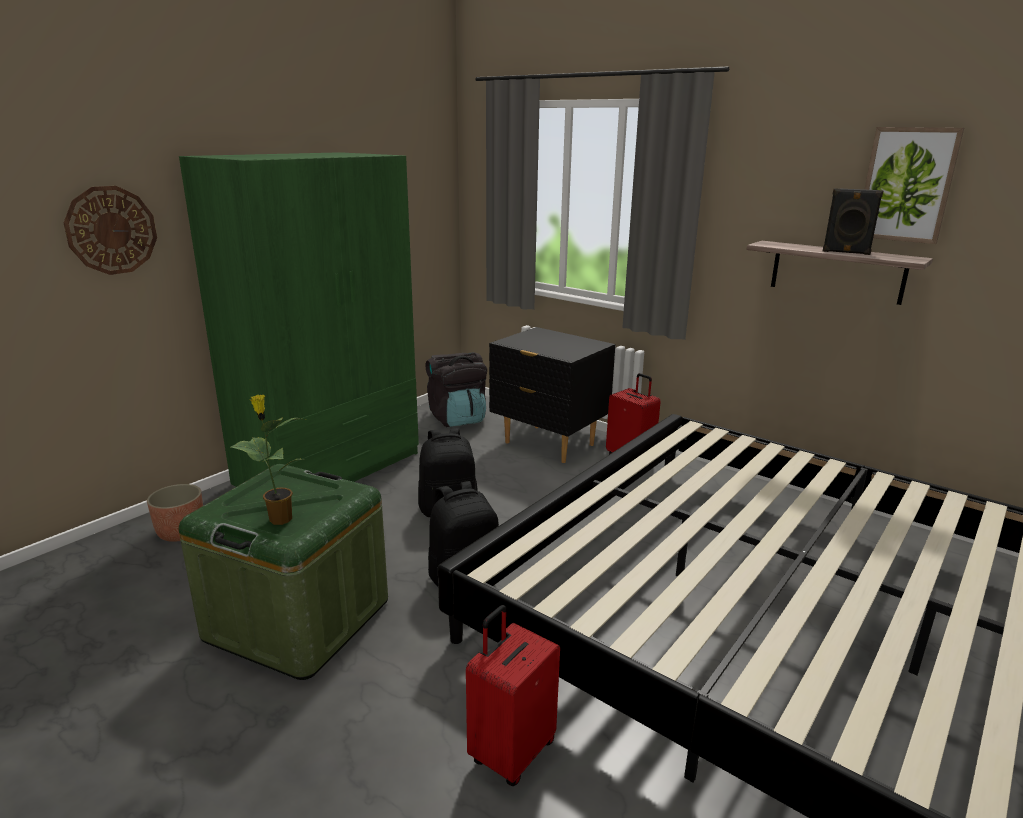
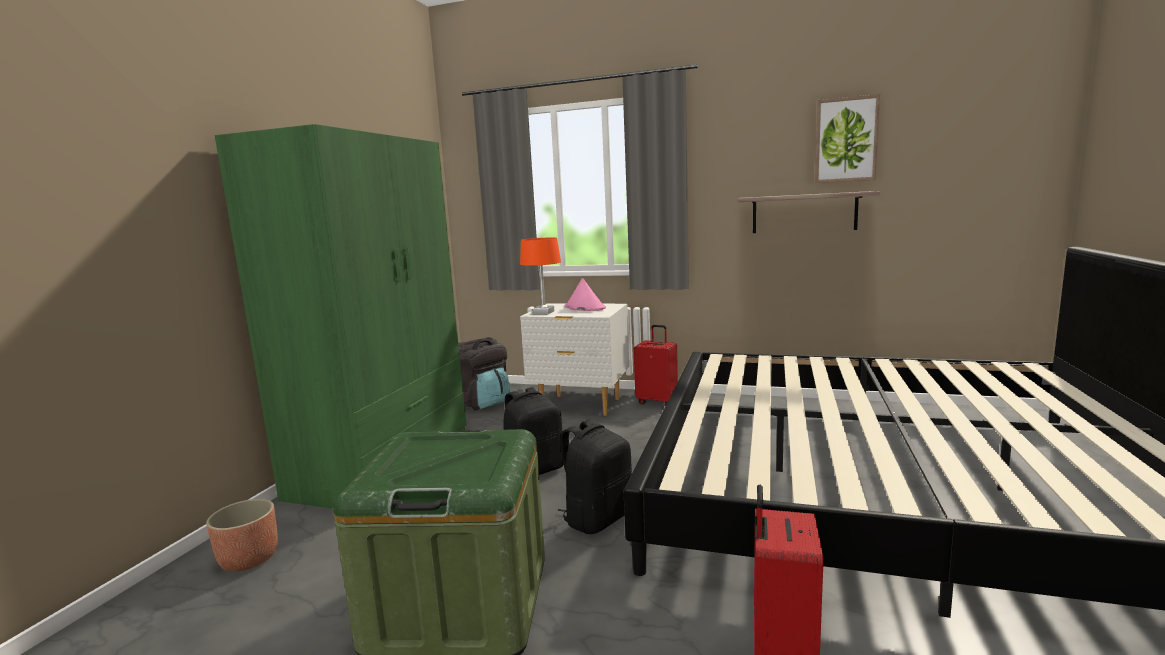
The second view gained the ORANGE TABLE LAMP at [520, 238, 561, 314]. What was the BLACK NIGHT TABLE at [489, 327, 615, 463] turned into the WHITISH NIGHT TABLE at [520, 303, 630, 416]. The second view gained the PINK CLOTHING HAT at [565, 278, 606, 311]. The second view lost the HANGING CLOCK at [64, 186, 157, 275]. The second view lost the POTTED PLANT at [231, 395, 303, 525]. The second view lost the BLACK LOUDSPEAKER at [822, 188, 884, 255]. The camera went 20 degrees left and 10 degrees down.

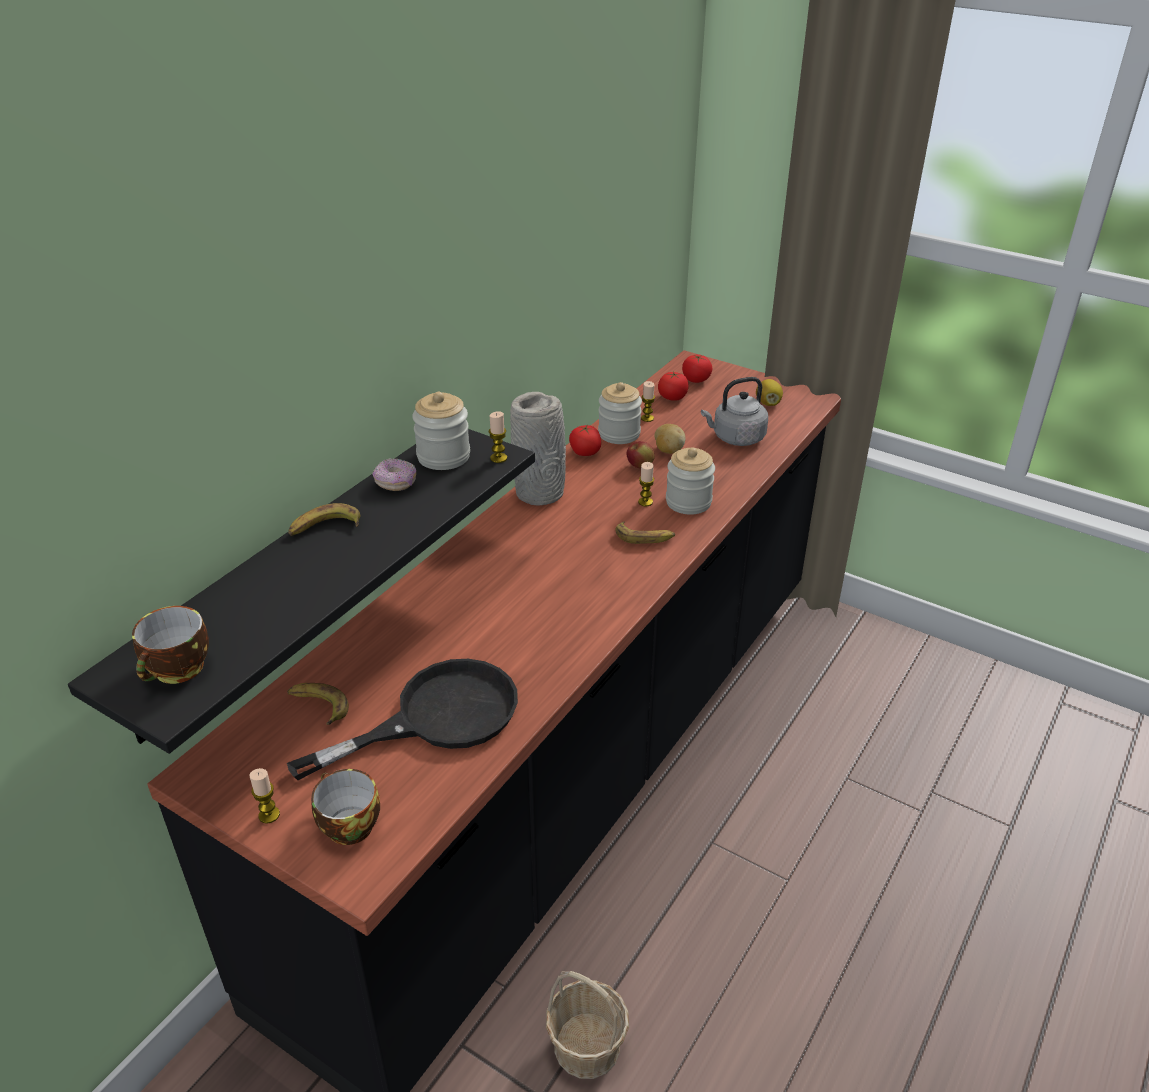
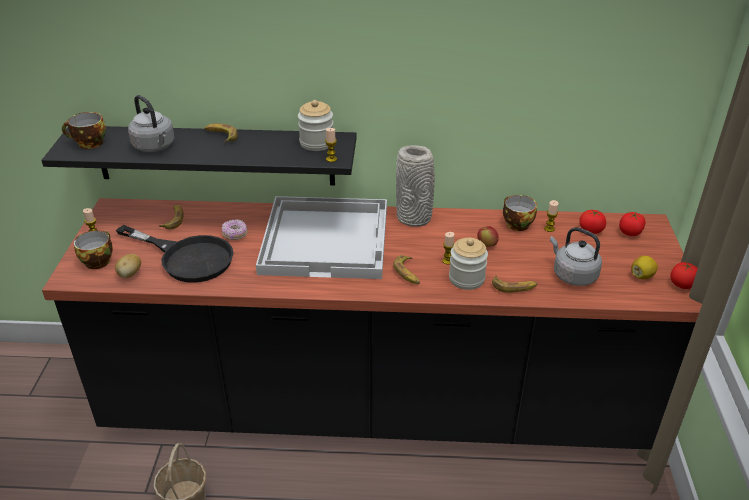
The WHOLE POTATO ended up elsewhere, having gone from [654, 424, 686, 454] to [115, 254, 141, 278]. The second view gained the GRAY TEA KETTLE at [128, 95, 175, 152]. The DONUT ended up elsewhere, having gone from [373, 458, 416, 491] to [222, 219, 248, 240]. The second view gained the WHITISH SERVING TRAY at [256, 196, 387, 279]. The second view gained the BANANA at [492, 275, 538, 293]. Where the STORAGE JAR stood at [598, 382, 642, 444], the CUP came to stand at [503, 195, 537, 231]. The FRESH TOMATO ended up elsewhere, having gone from [569, 425, 601, 456] to [670, 262, 698, 289]. The camera went 60 degrees right and 0 degrees up.

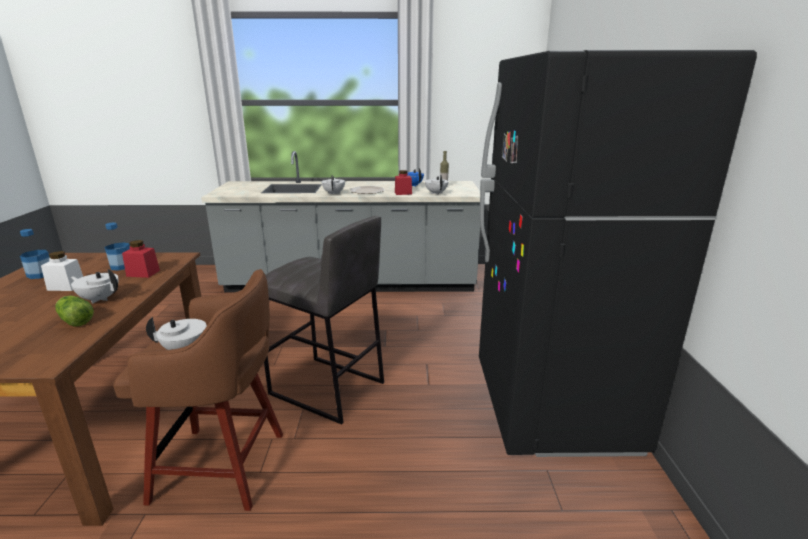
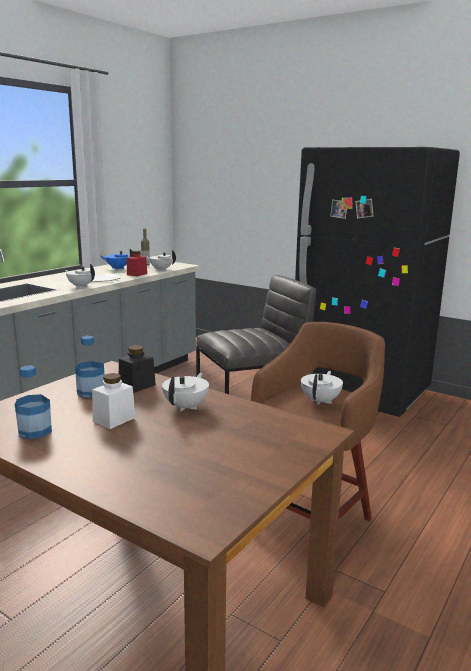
What was the RED-COLOURED STORAGE JAR at [122, 240, 160, 278] turned into the BLACK STORAGE JAR at [119, 345, 156, 393]. The WHITISH POT FOR TEA at [71, 269, 119, 303] ended up facing another way, 150 degrees clockwise from before. The second view lost the LETTUCE HEAD at [55, 295, 94, 326]. The camera went 55 degrees left and 5 degrees down.

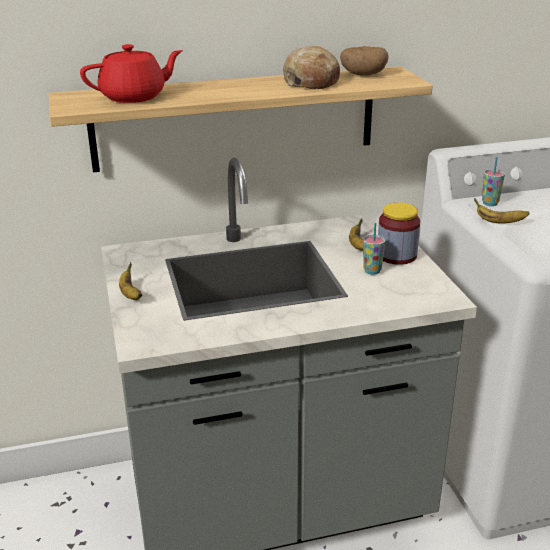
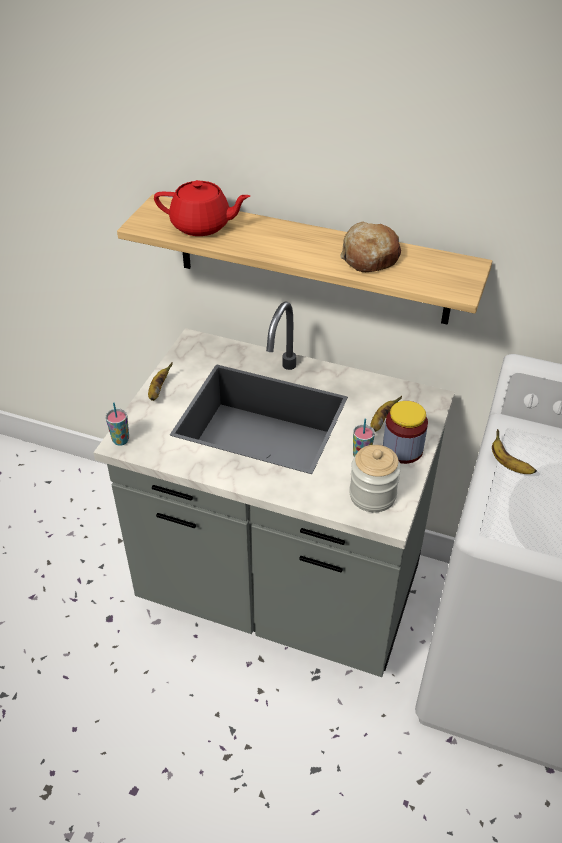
The CUP ended up elsewhere, having gone from [482, 157, 505, 206] to [105, 403, 129, 446]. The second view gained the STORAGE JAR at [349, 445, 401, 512]. The second view lost the WHOLE POTATO at [340, 46, 389, 76]. The camera went 35 degrees right and 15 degrees up.

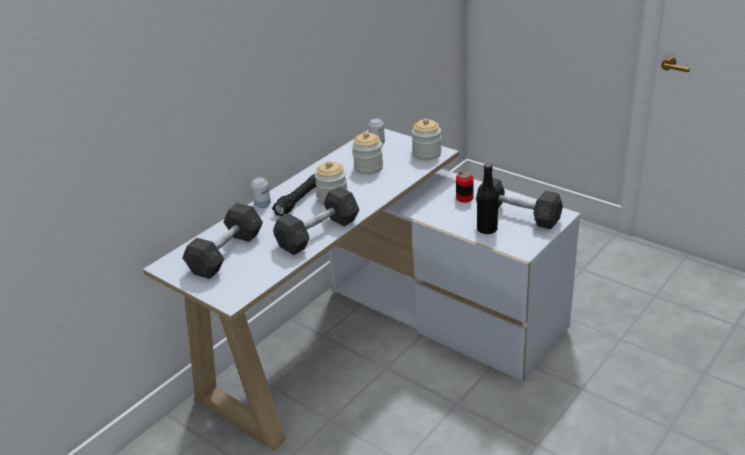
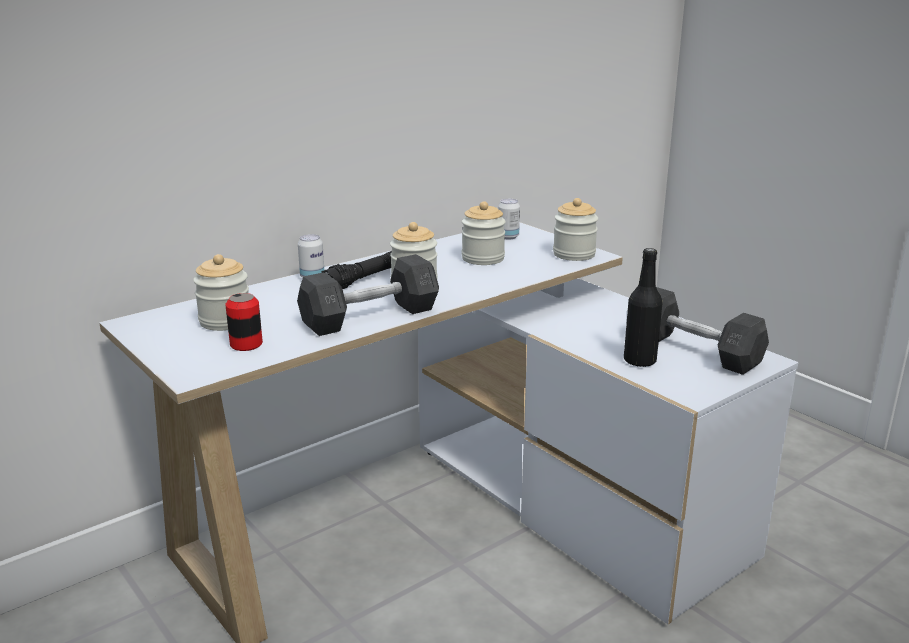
Where the GRAY HAND WEIGHT stood at [182, 203, 263, 279], the STORAGE JAR came to stand at [193, 254, 249, 331]. The METAL CAN ended up elsewhere, having gone from [456, 171, 474, 203] to [225, 293, 263, 351]. The camera went 10 degrees right and 10 degrees down.

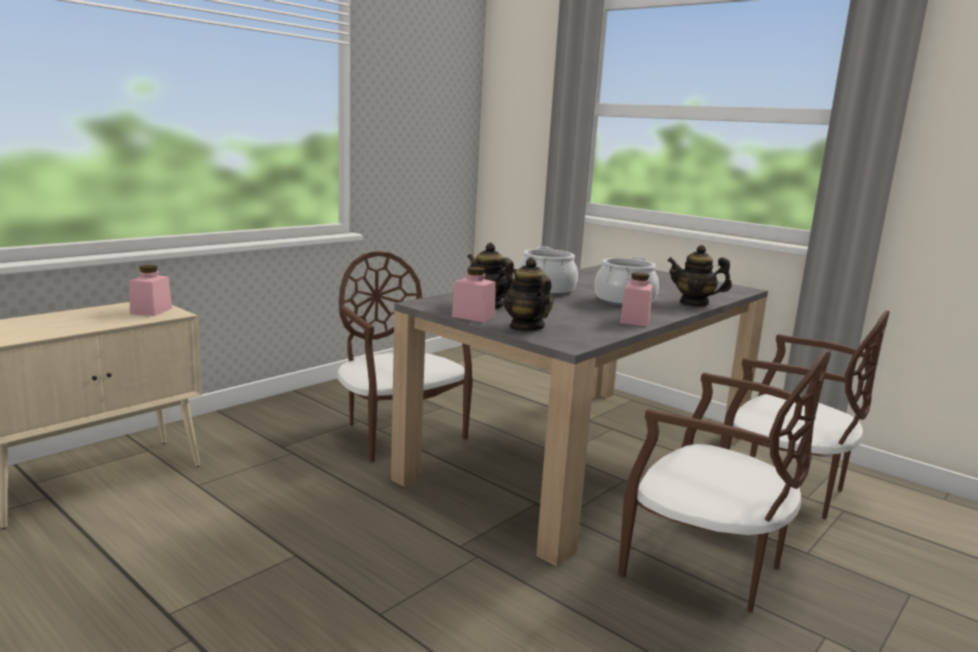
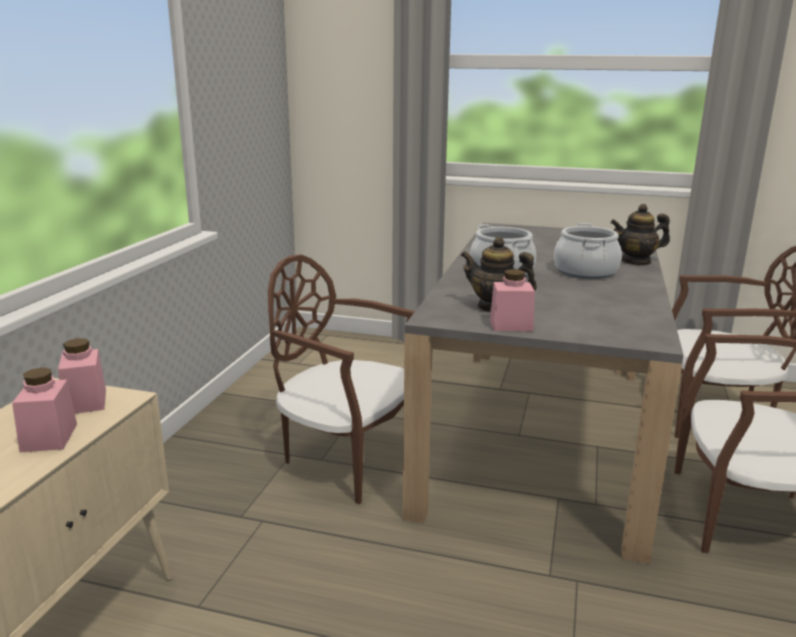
The PINK STORAGE JAR ended up elsewhere, having gone from [620, 272, 653, 327] to [12, 368, 77, 453]. The second view lost the POT FOR TEA at [503, 257, 554, 331]. The camera went 25 degrees left and 5 degrees up.

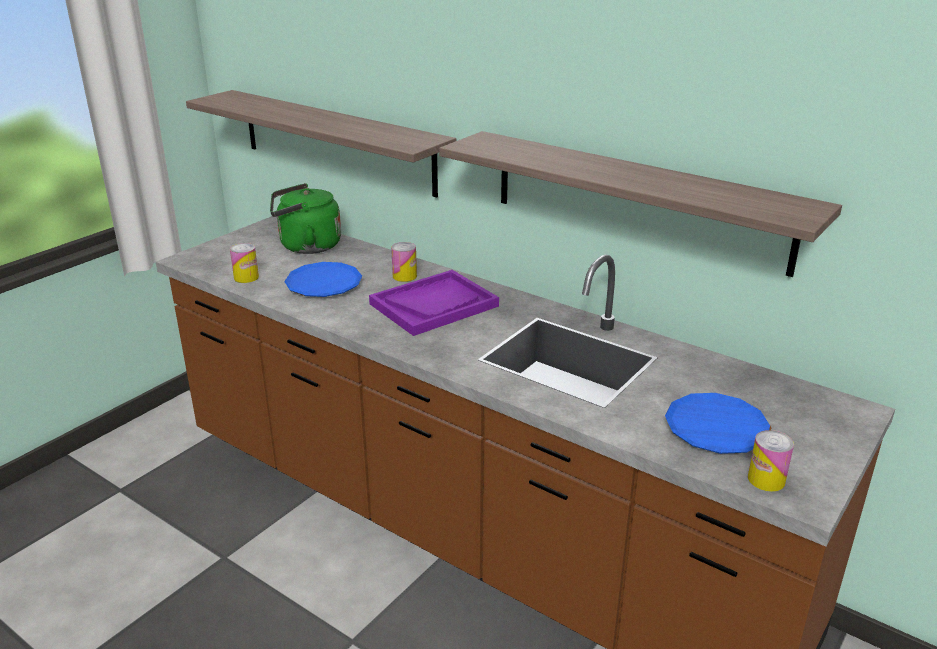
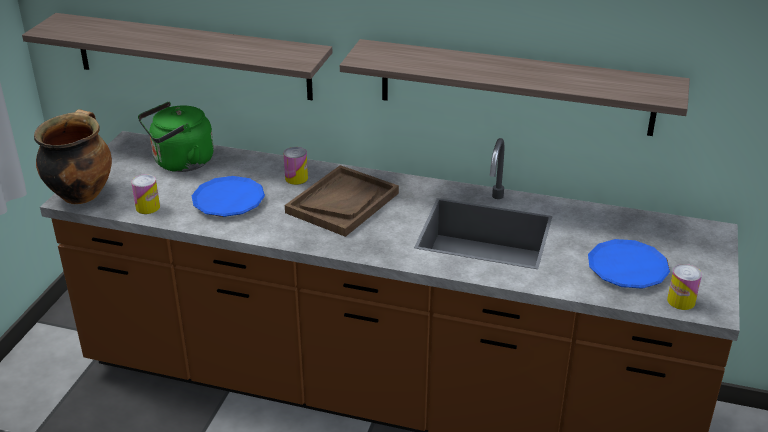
The second view gained the STOCKPOT at [34, 110, 112, 204]. What was the PURPLISH SERVING TRAY at [369, 270, 499, 336] turned into the BROWNISH SERVING TRAY at [285, 165, 399, 237]. The camera went 20 degrees left and 5 degrees up.

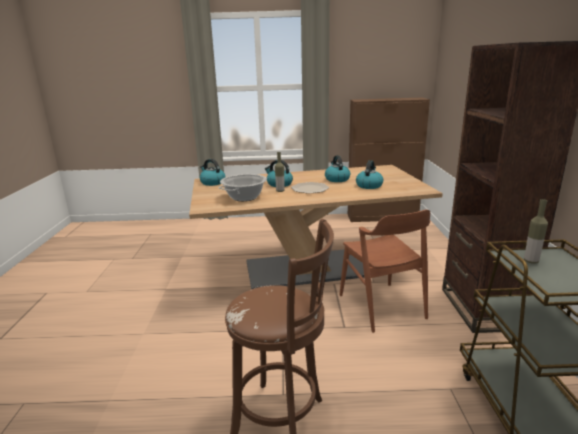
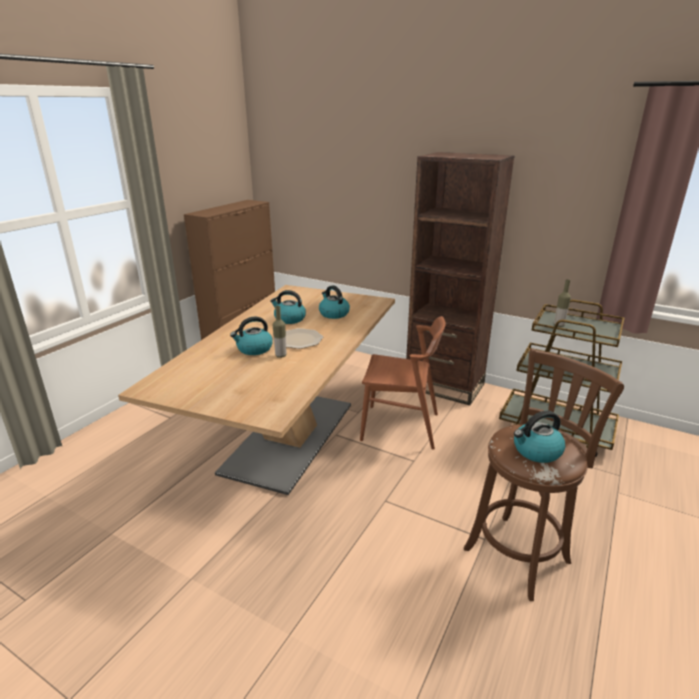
The TEA KETTLE ended up elsewhere, having gone from [200, 159, 226, 186] to [514, 411, 565, 463]. The second view lost the STOCKPOT at [219, 174, 267, 201]. The camera went 60 degrees left and 5 degrees up.

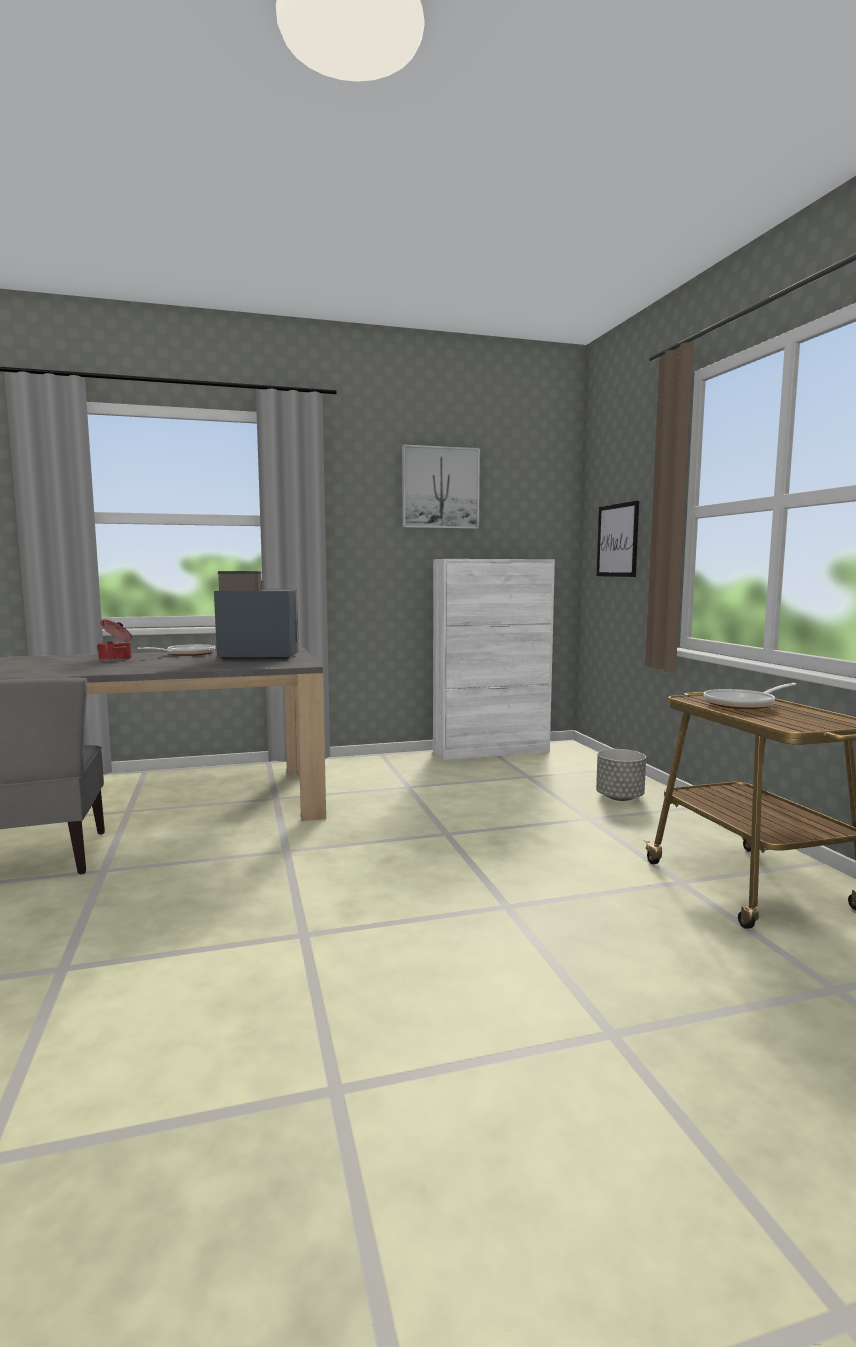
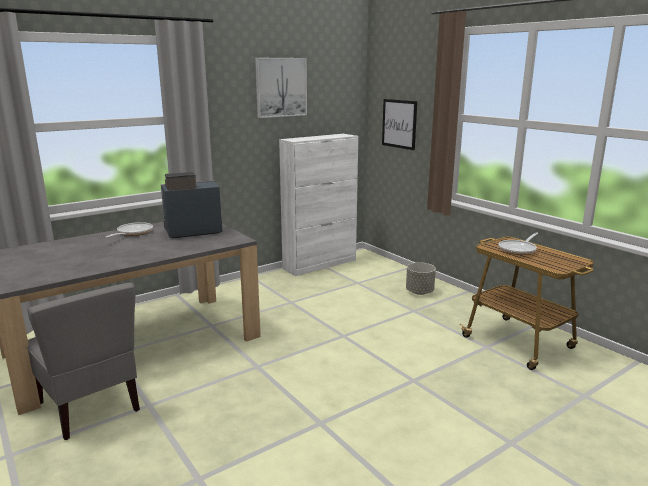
The second view lost the STOCKPOT at [97, 620, 132, 661]. The camera went 20 degrees left and 10 degrees up.

